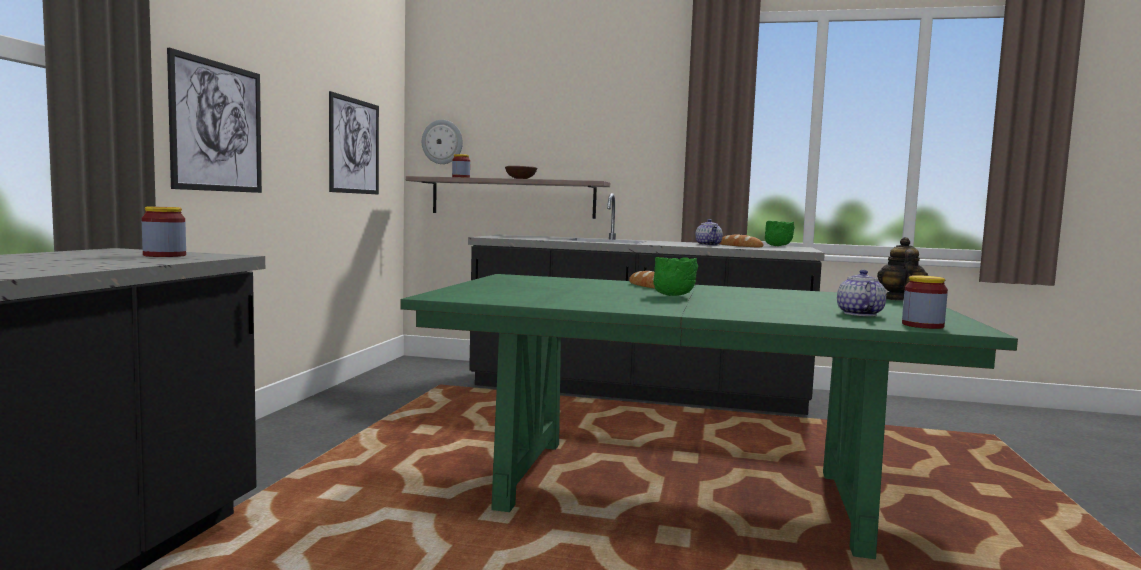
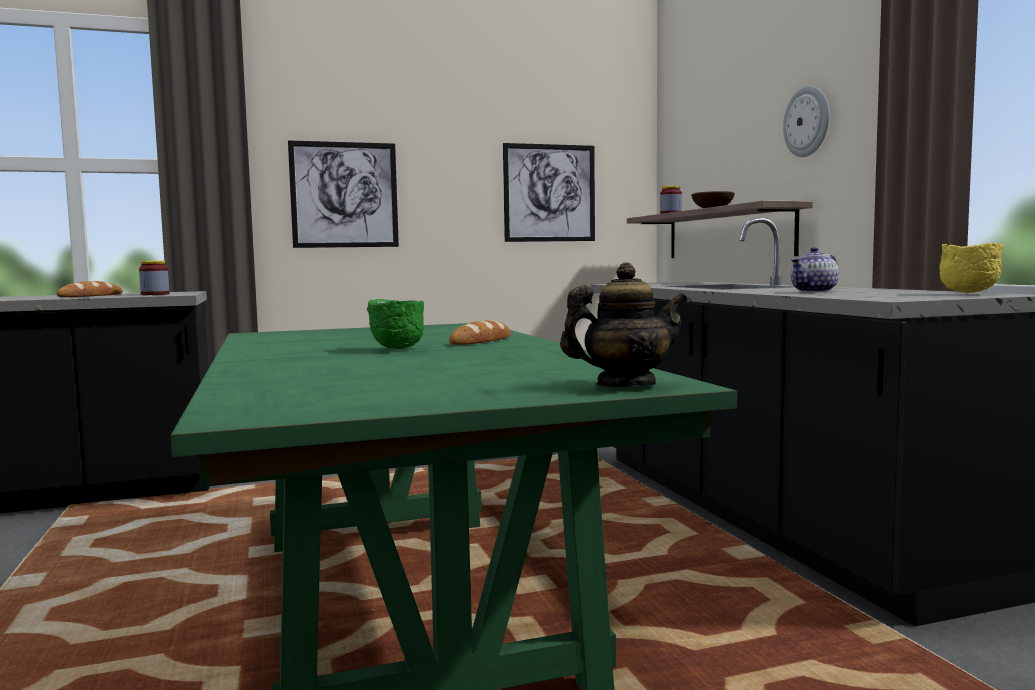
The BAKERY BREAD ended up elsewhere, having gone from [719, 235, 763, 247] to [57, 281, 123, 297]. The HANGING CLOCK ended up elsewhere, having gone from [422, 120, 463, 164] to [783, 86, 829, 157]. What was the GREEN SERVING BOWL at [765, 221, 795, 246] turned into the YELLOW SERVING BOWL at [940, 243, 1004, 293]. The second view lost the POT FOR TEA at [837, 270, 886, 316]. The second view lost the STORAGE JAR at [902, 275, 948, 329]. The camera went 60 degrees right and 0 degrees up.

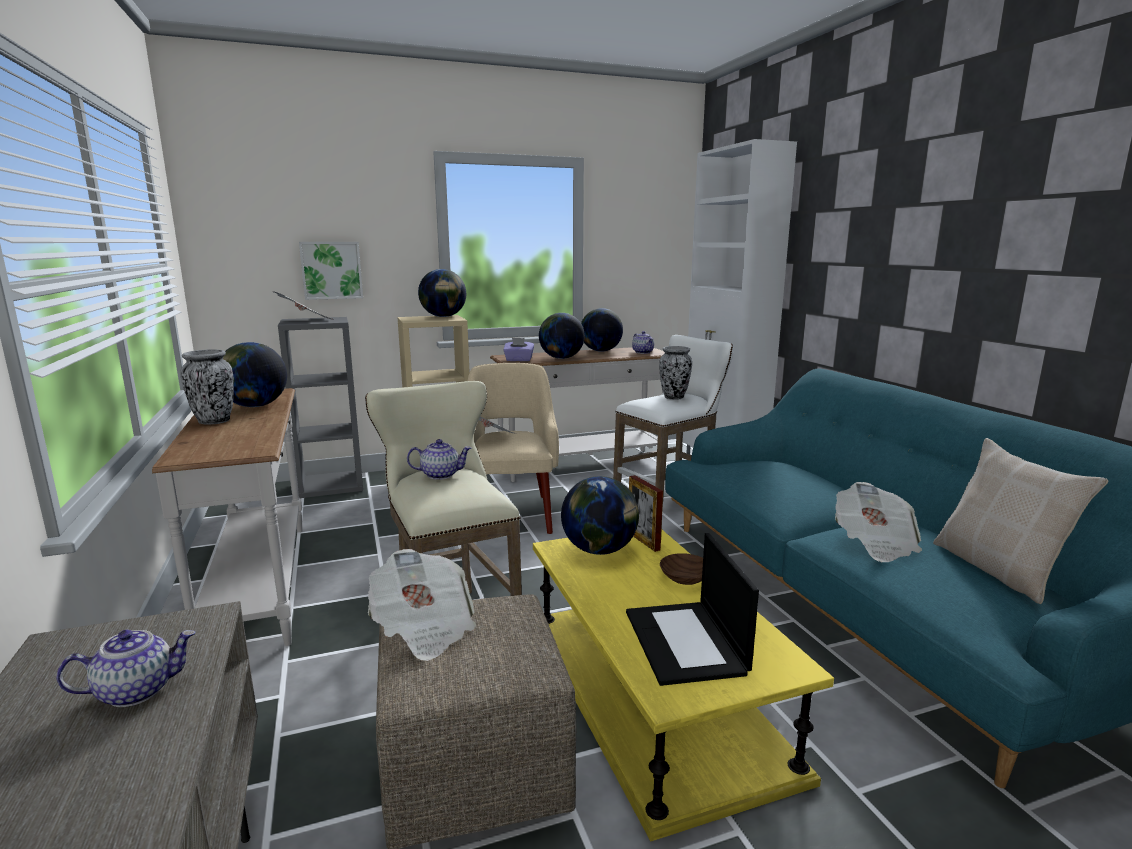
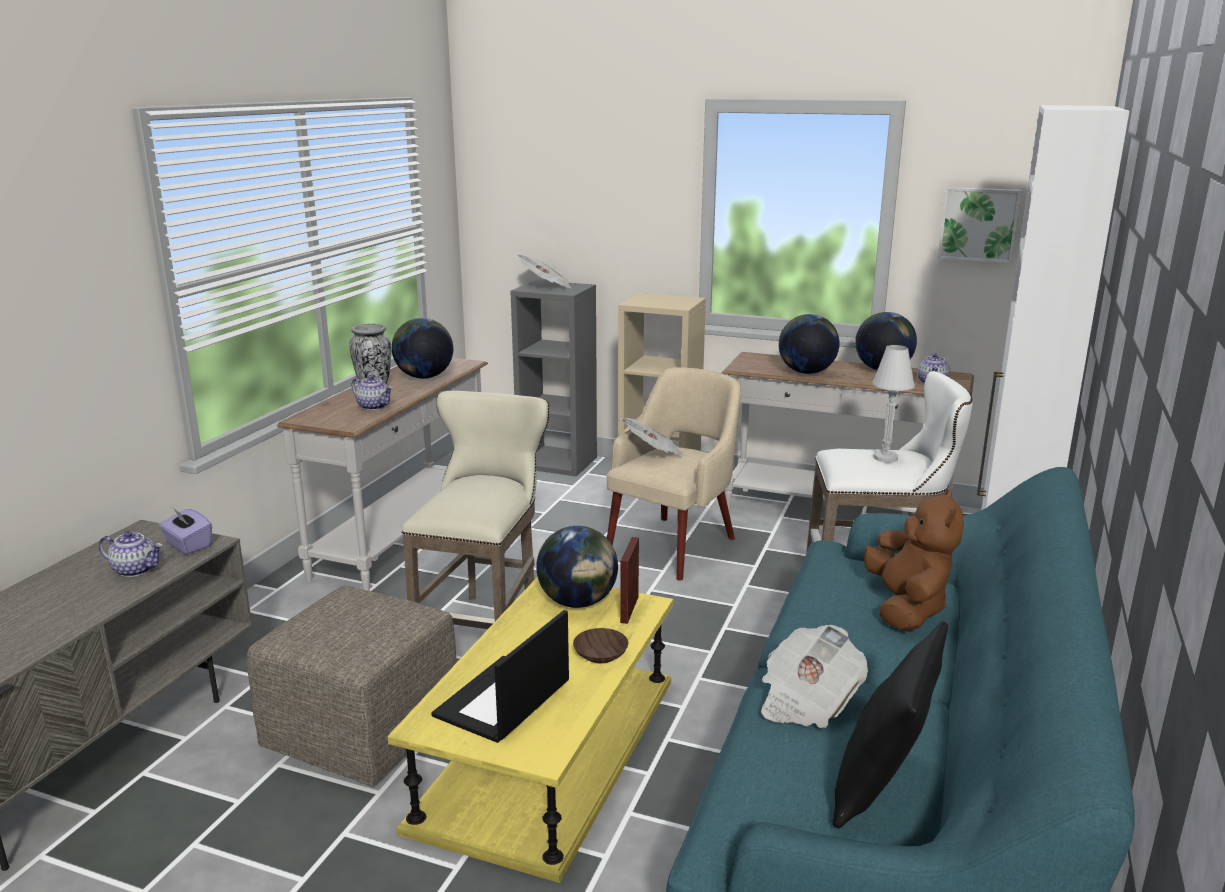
The PURPLISH TISSUE HOLDER ended up elsewhere, having gone from [503, 338, 534, 361] to [159, 508, 212, 555]. The POT FOR TEA ended up elsewhere, having gone from [407, 439, 472, 480] to [351, 375, 393, 410]. What was the BEIGE-COLOURED THROW PILLOW at [933, 438, 1108, 604] turned into the BLACK THROW PILLOW at [833, 621, 948, 828]. The second view gained the BROWNISH CUDDLY TOY at [864, 489, 964, 632]. Where the FLOWER VASE stood at [659, 346, 692, 400], the WHITISH TABLE LAMP came to stand at [872, 345, 915, 463]. The PICTURE ended up elsewhere, having gone from [299, 242, 363, 300] to [938, 187, 1022, 263]. The second view lost the DAILY PAPER at [368, 549, 476, 661]. The second view lost the WORLD GLOBE at [418, 269, 466, 317]. The camera went 40 degrees right and 5 degrees up.

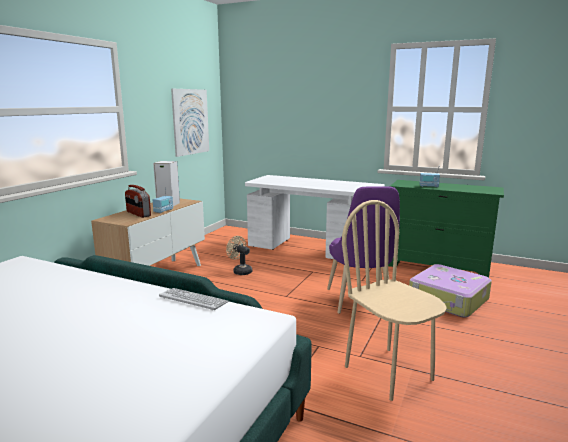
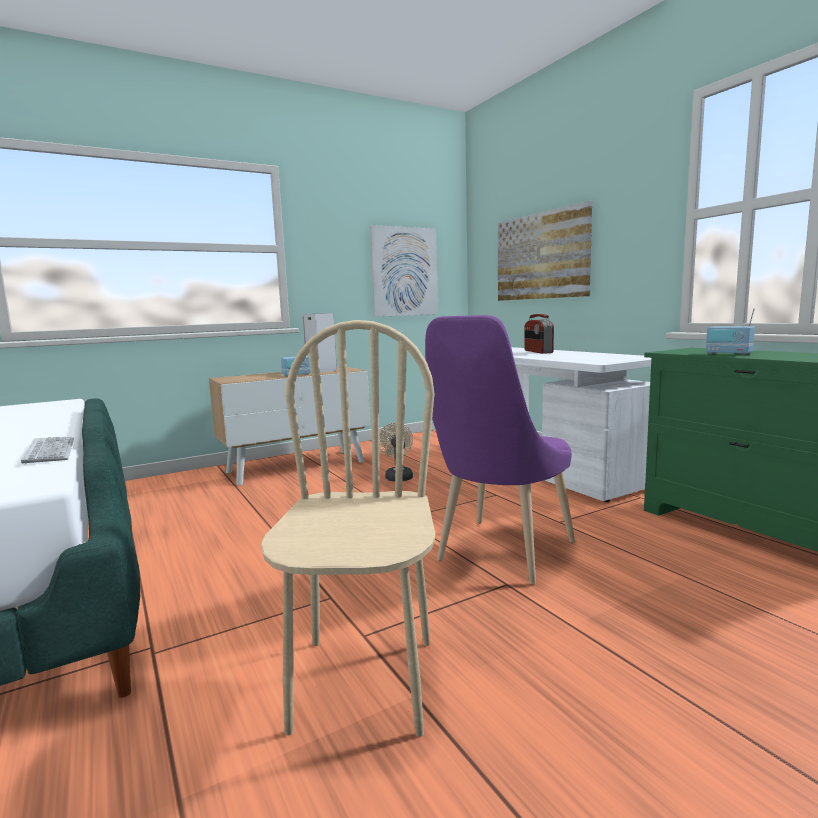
The second view gained the PICTURE at [498, 201, 592, 301]. The RADIO ended up elsewhere, having gone from [125, 185, 151, 218] to [524, 314, 554, 354]. The second view lost the PIECE OF LUGGAGE at [409, 264, 492, 318]. The camera went 35 degrees right and 5 degrees down.

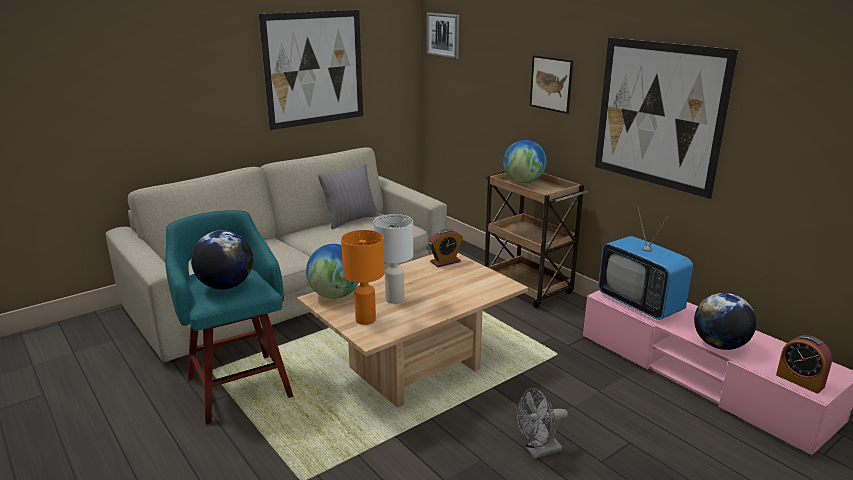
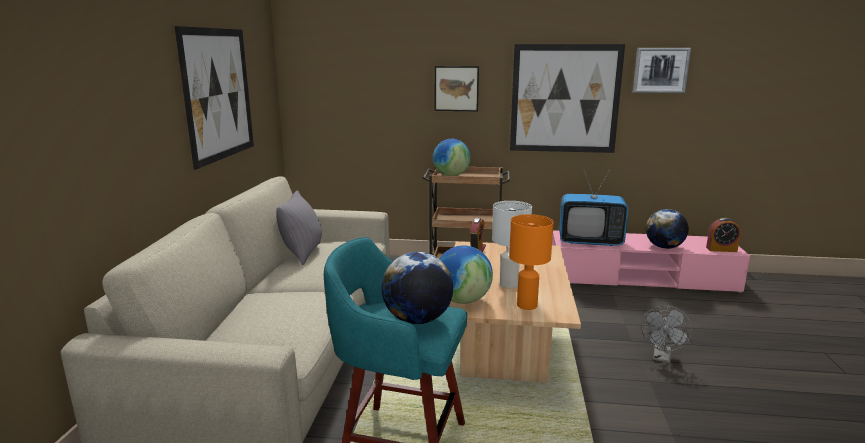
The PICTURE ended up elsewhere, having gone from [427, 13, 459, 59] to [633, 48, 691, 93]. The camera went 45 degrees left and 5 degrees down.

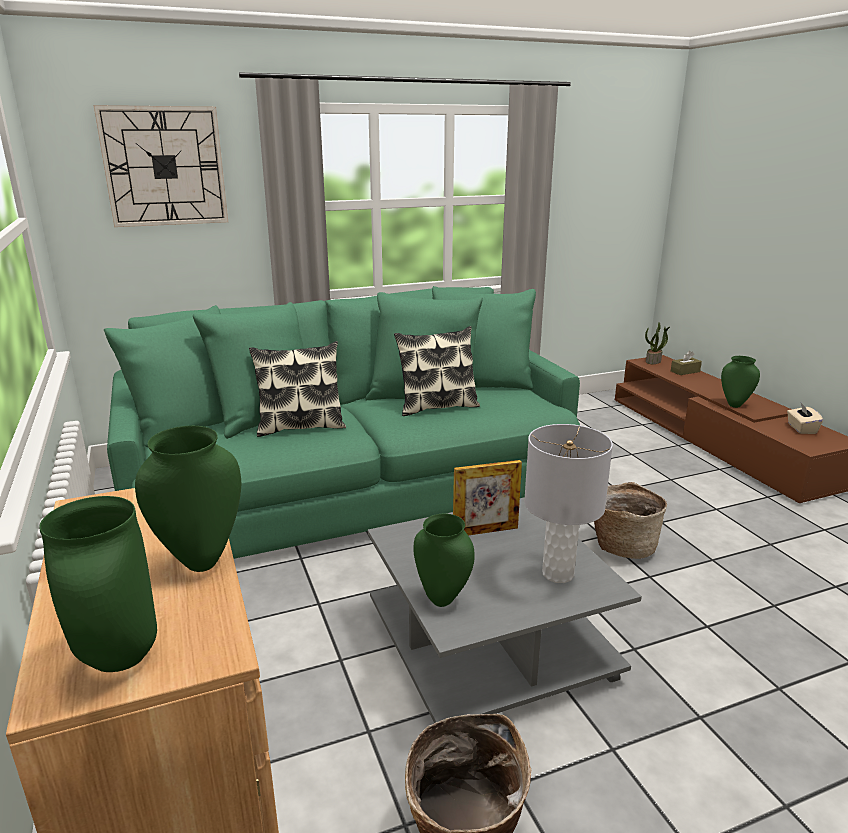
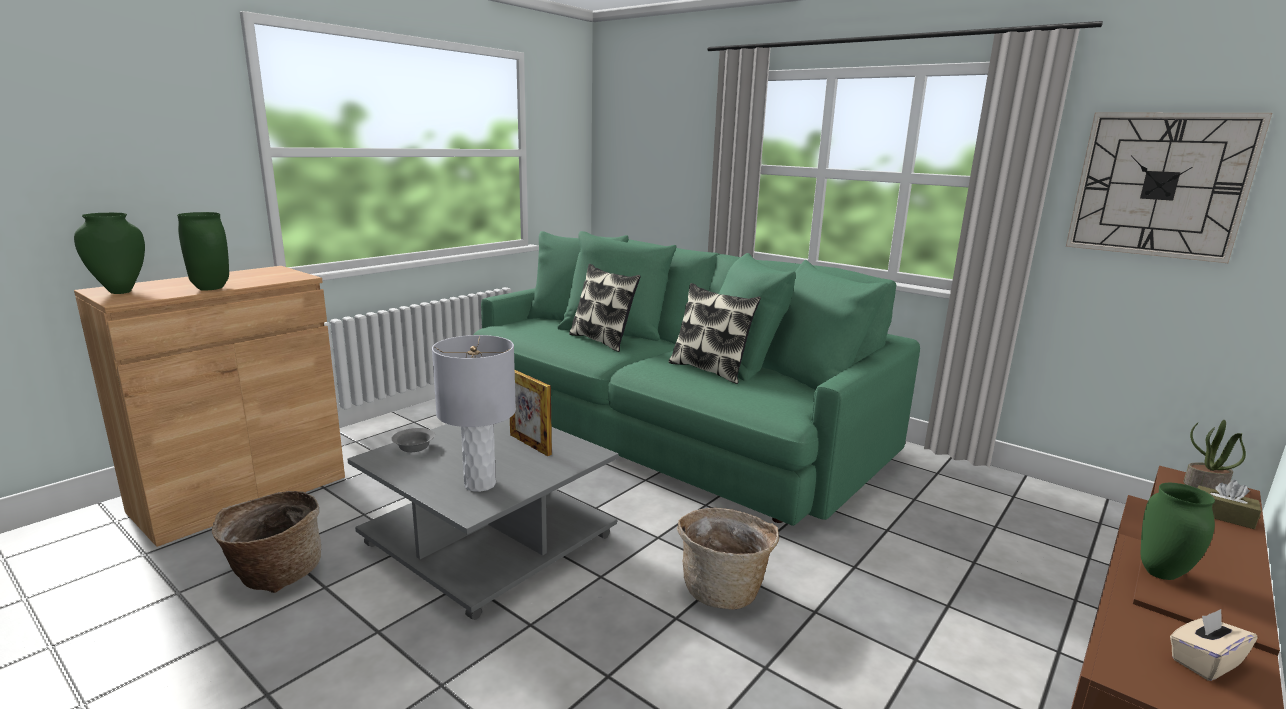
Where the GREEN FLOWER VASE stood at [413, 514, 475, 607], the GRAY SERVING BOWL came to stand at [391, 428, 435, 452]. The HANGING CLOCK ended up elsewhere, having gone from [94, 105, 228, 227] to [1066, 113, 1272, 263]. The camera went 60 degrees right and 5 degrees down.

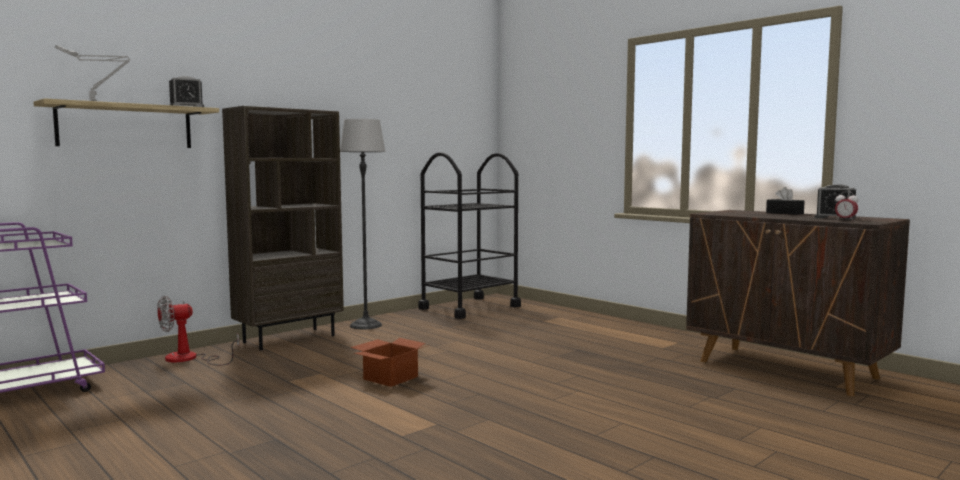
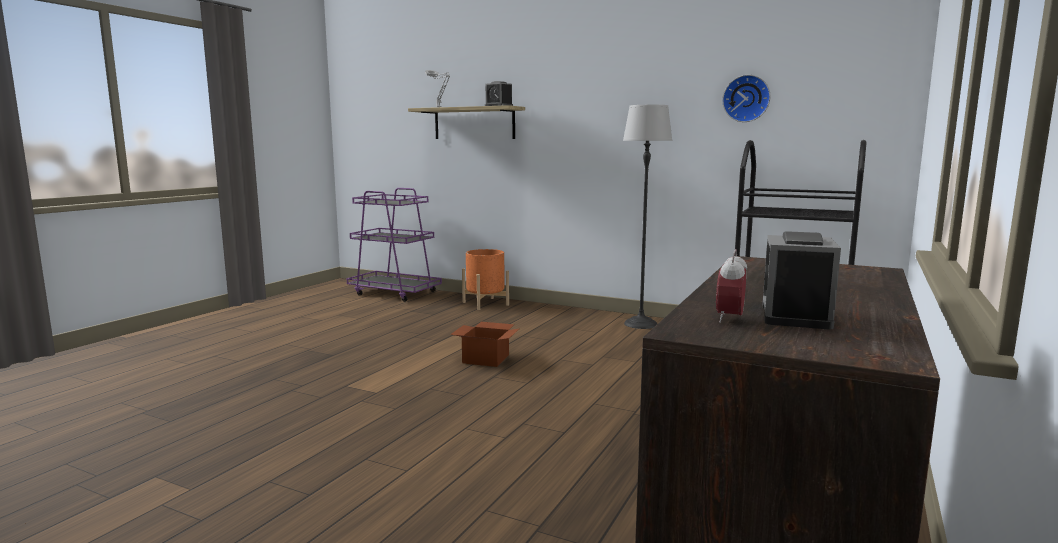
Where the ELECTRIC FAN stood at [157, 296, 239, 366], the ORANGE PLANT POT came to stand at [462, 249, 509, 310]. The second view gained the HANGING CLOCK at [722, 75, 770, 122]. The second view lost the BROWNISH SHELVING UNIT at [222, 106, 344, 351]. The second view lost the BLACK TISSUE HOLDER at [766, 187, 805, 215]. The camera went 70 degrees right and 5 degrees up.

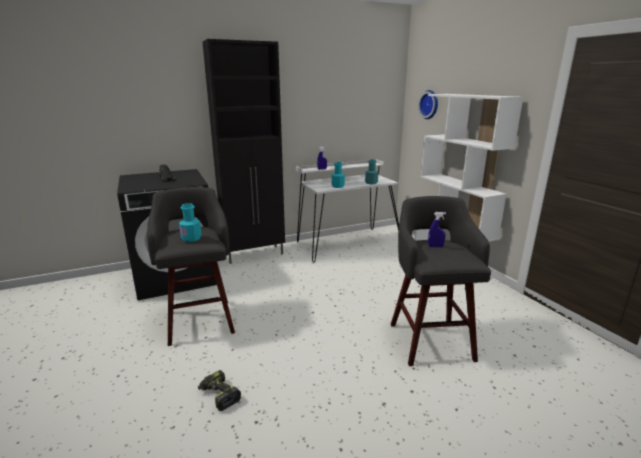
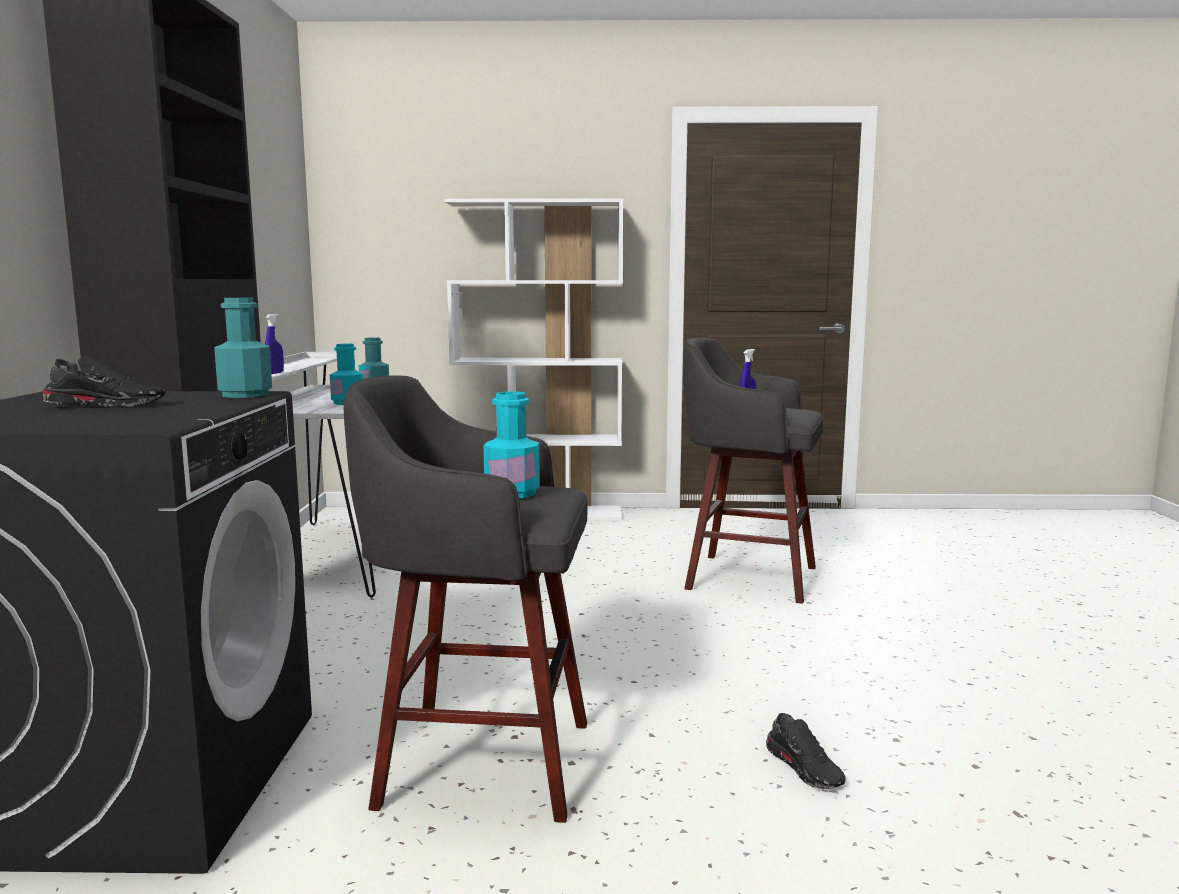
The second view gained the BLUE-GREEN BOTTLE at [214, 297, 272, 398]. Where the POWER DRILL stood at [198, 370, 241, 411], the BLACK ITEM OF FOOTWEAR came to stand at [766, 713, 846, 789]. The second view lost the HANGING CLOCK at [418, 90, 438, 119]. The camera went 65 degrees left and 10 degrees down.

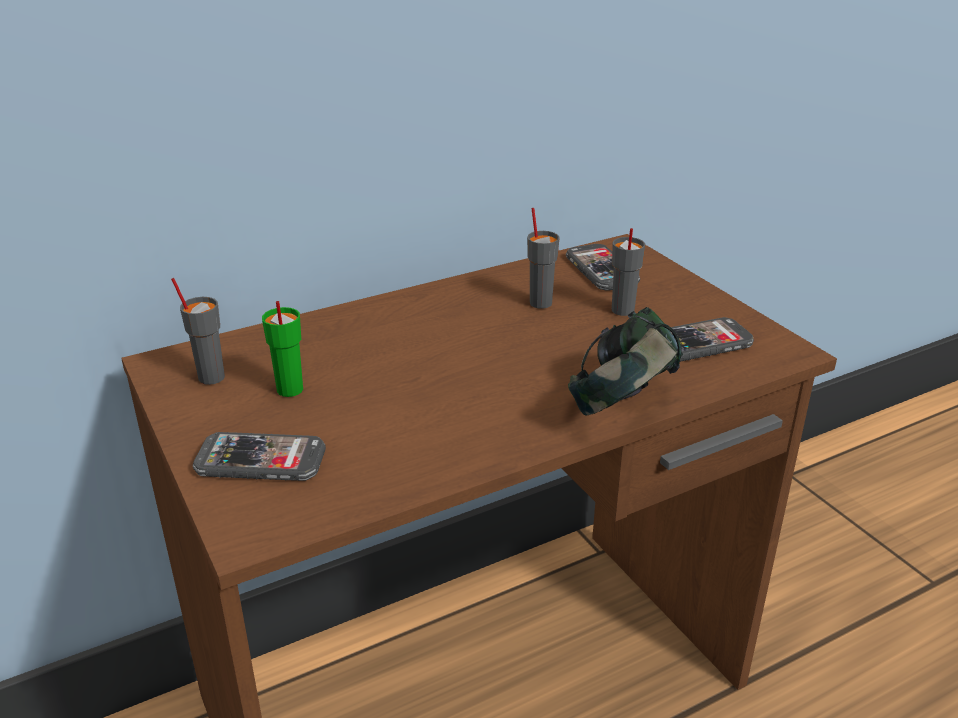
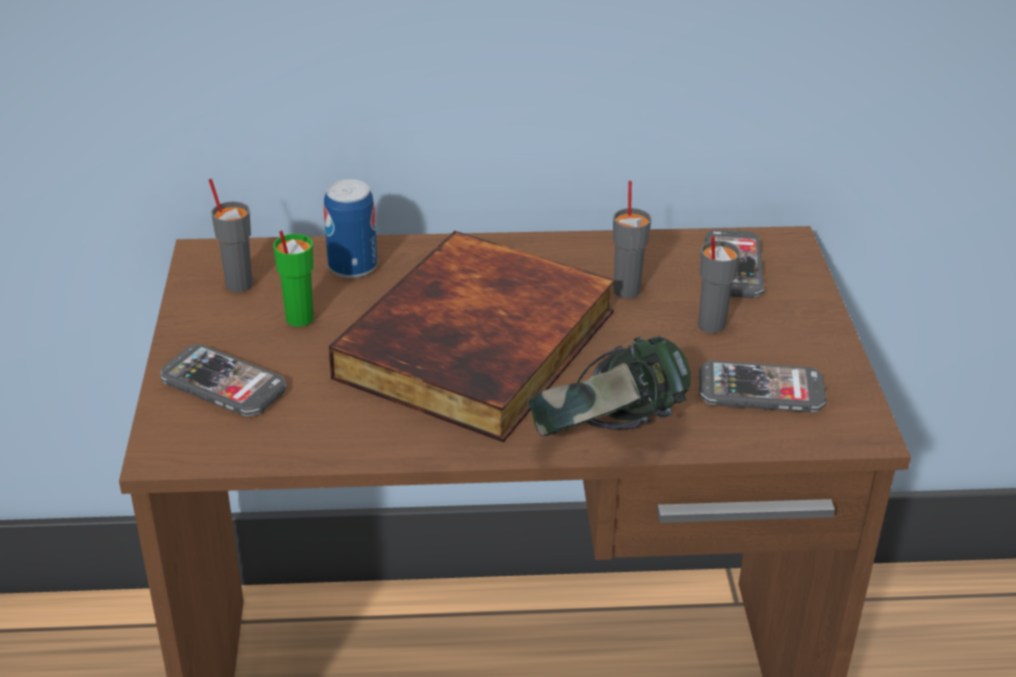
The second view gained the METAL CAN at [324, 179, 377, 278]. The second view gained the VOLUME at [328, 231, 615, 442]. The camera went 25 degrees right and 5 degrees up.

